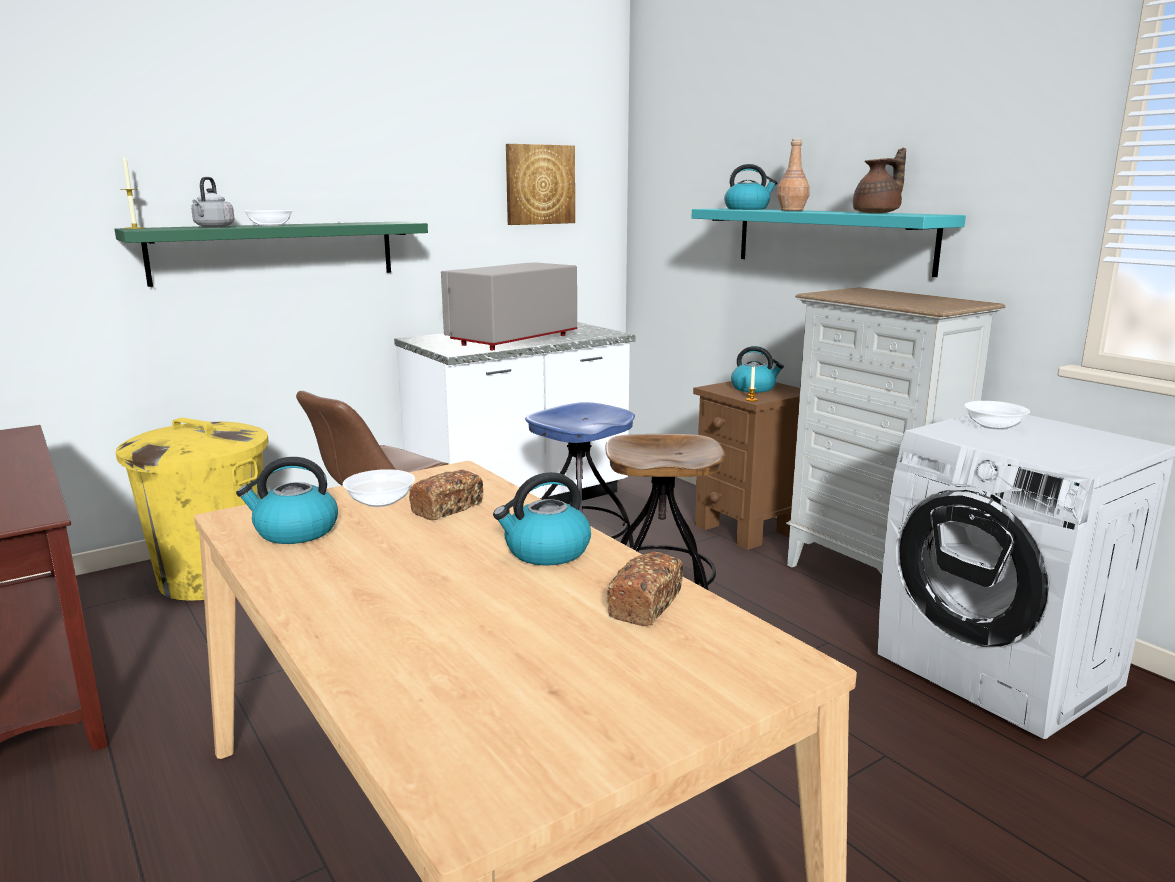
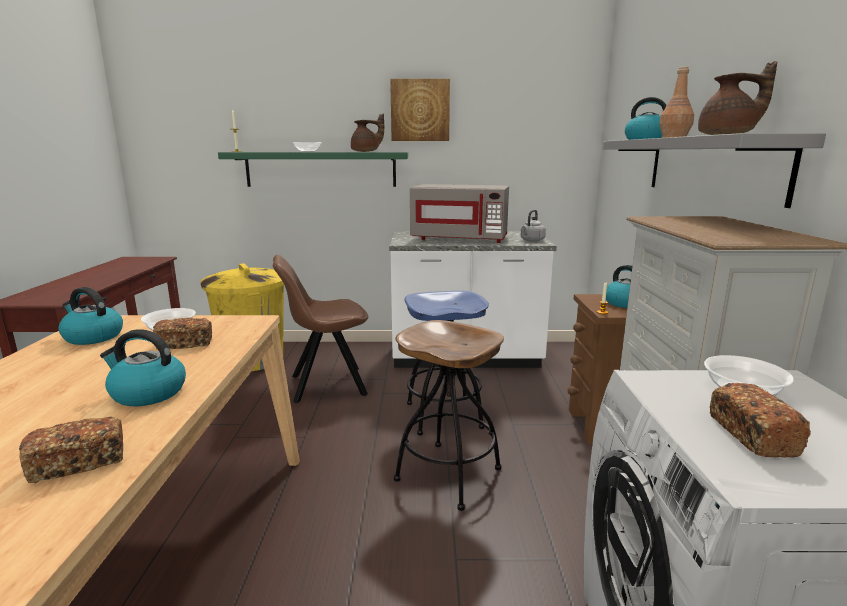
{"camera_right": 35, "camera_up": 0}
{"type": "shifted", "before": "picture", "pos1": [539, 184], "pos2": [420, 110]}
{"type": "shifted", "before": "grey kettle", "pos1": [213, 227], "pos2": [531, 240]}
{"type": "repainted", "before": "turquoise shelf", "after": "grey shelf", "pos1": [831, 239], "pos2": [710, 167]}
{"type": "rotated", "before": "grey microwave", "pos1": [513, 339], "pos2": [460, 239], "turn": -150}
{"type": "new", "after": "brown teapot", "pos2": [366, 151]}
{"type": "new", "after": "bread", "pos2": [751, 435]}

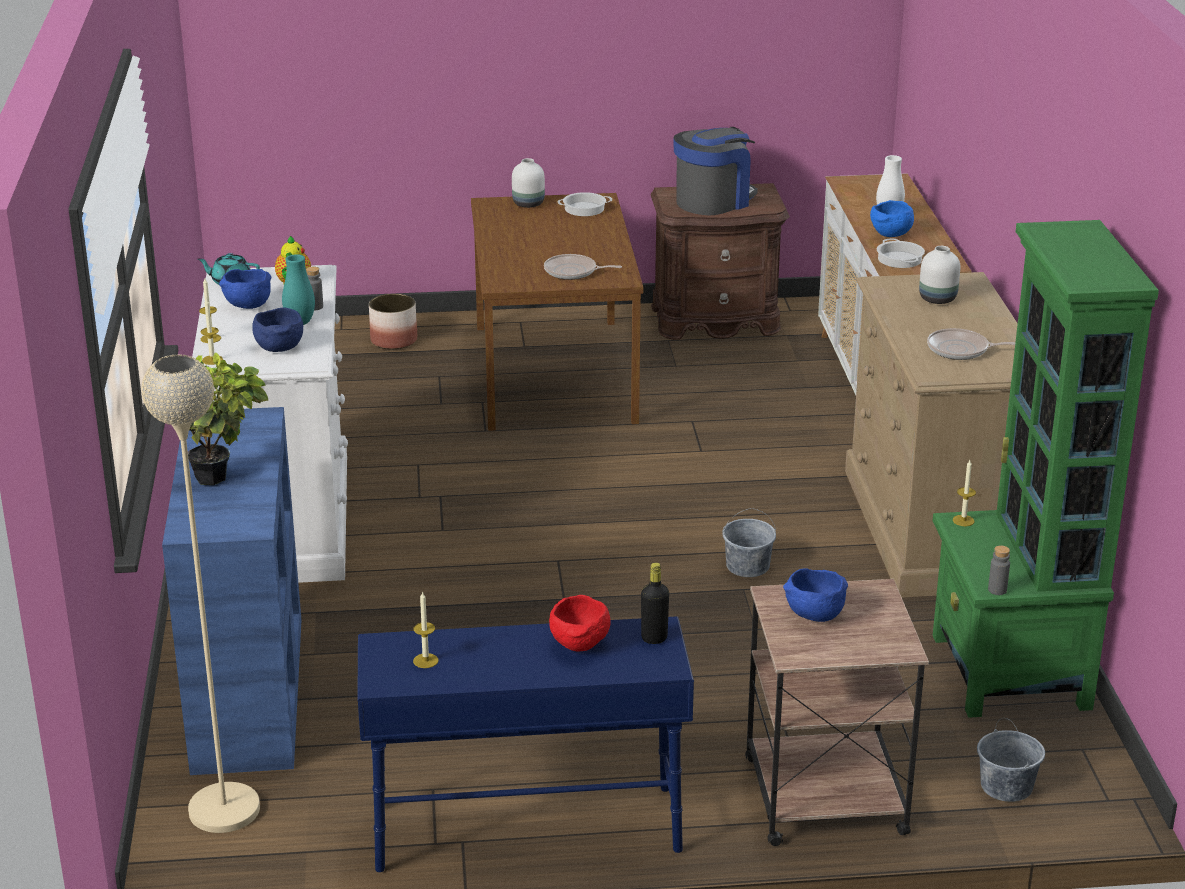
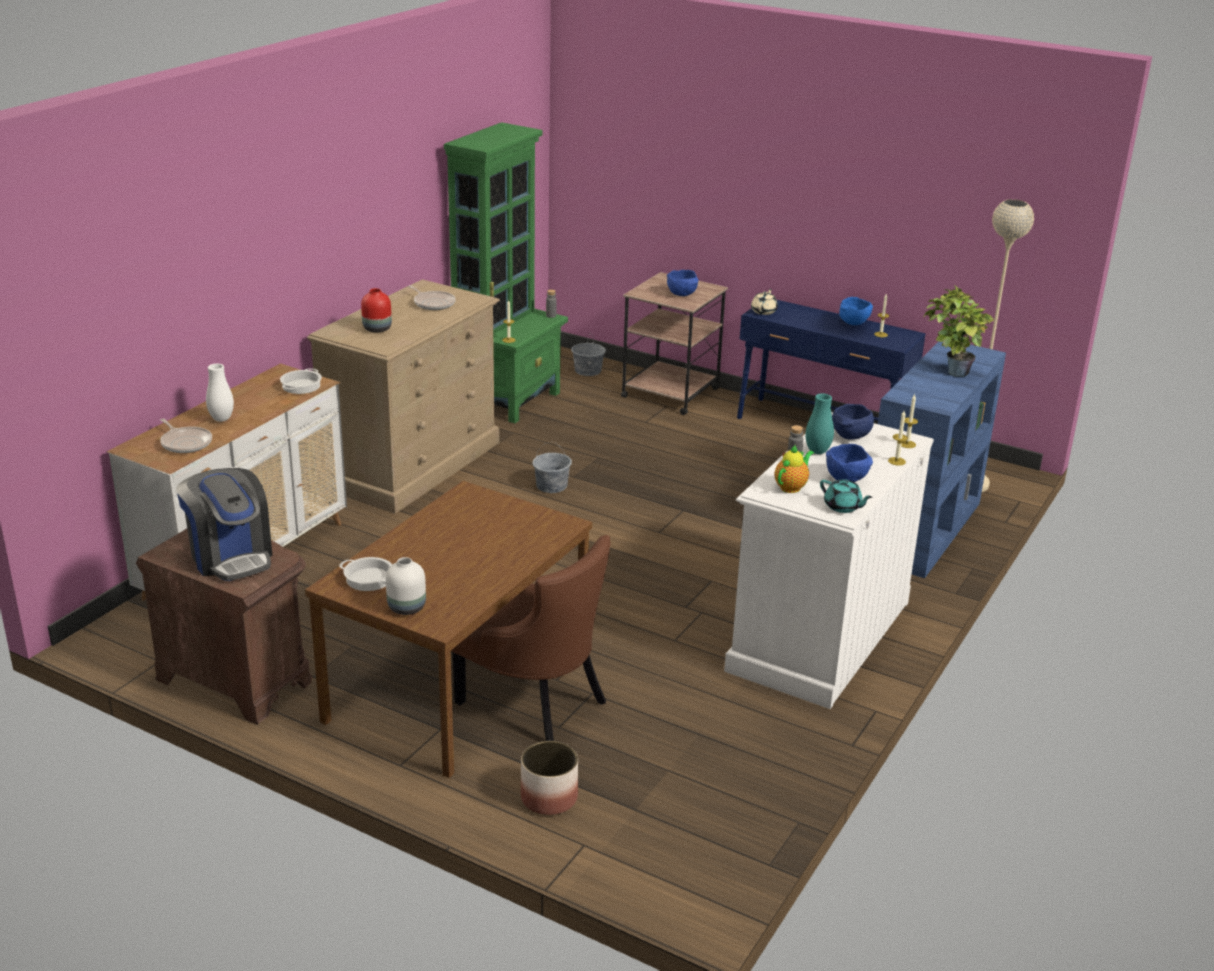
{"camera_right": -145, "camera_up": 0}
{"type": "rotated", "before": "coffee machine", "pos1": [713, 201], "pos2": [231, 556], "turn": -120}
{"type": "shifted", "before": "blue bowl", "pos1": [890, 235], "pos2": [854, 323]}
{"type": "repainted", "before": "white vase", "after": "red vase", "pos1": [938, 299], "pos2": [377, 329]}
{"type": "shifted", "before": "frying pan", "pos1": [573, 272], "pos2": [185, 443]}
{"type": "swapped", "before": "black bottle", "after": "beige teapot", "pos1": [654, 638], "pos2": [764, 311]}
{"type": "gone", "before": "red bowl", "pos1": [580, 645]}
{"type": "new", "after": "brown chair", "pos2": [531, 701]}

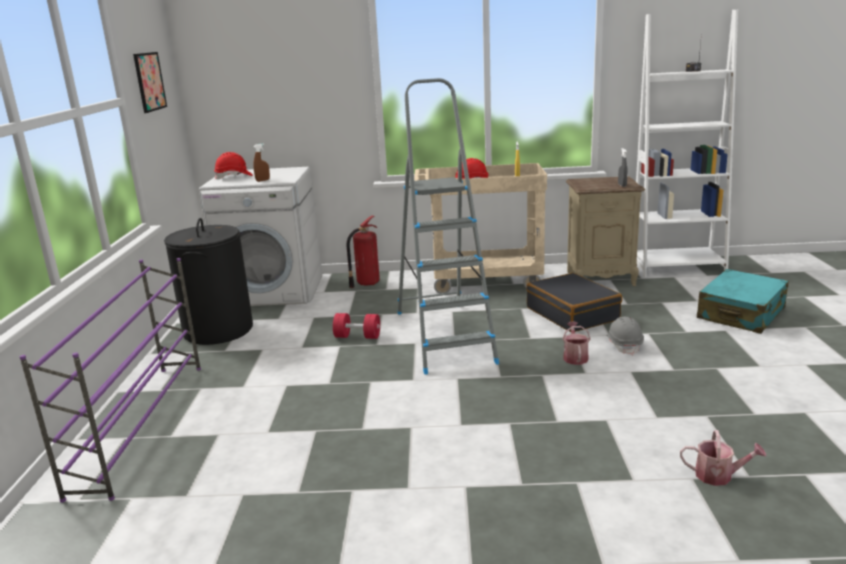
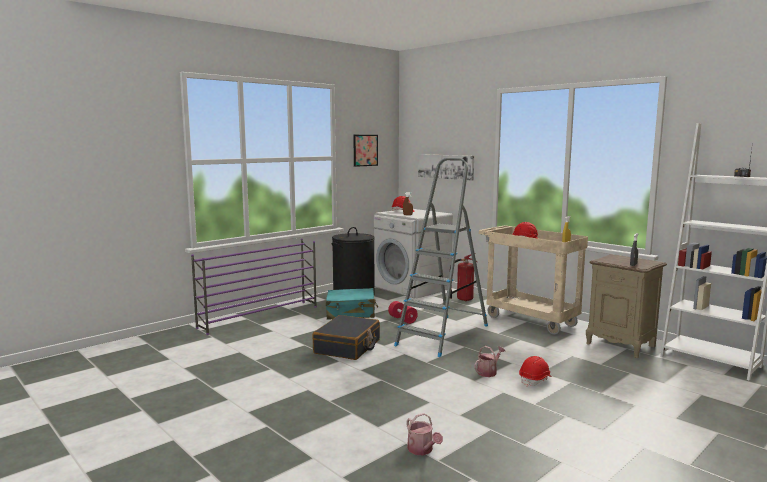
{"camera_right": 45, "camera_up": -10}
{"type": "shifted", "before": "turquoise suitcase", "pos1": [741, 314], "pos2": [351, 313]}
{"type": "shifted", "before": "black suitcase", "pos1": [572, 314], "pos2": [348, 347]}
{"type": "repainted", "before": "grey hard hat", "after": "red hard hat", "pos1": [624, 345], "pos2": [535, 380]}
{"type": "new", "after": "picture", "pos2": [446, 166]}

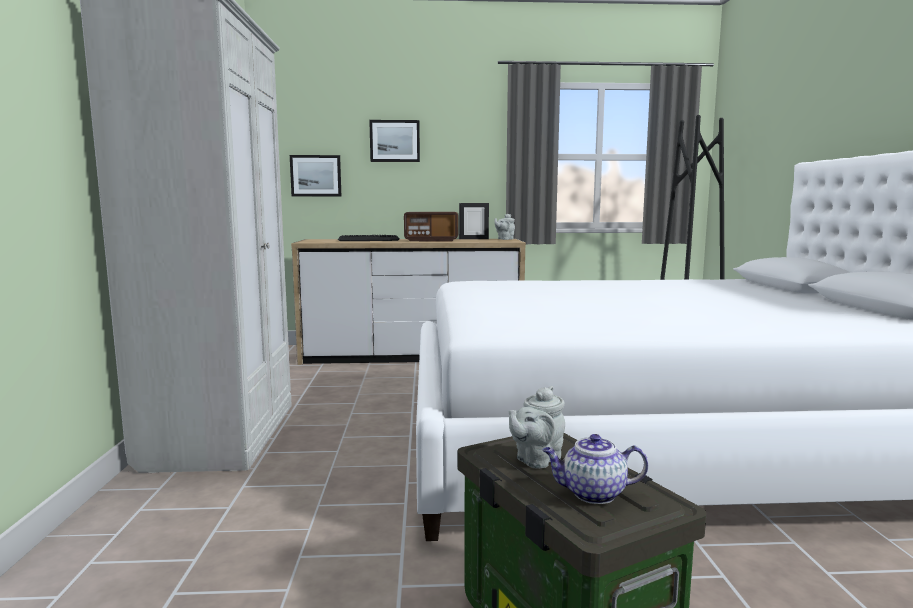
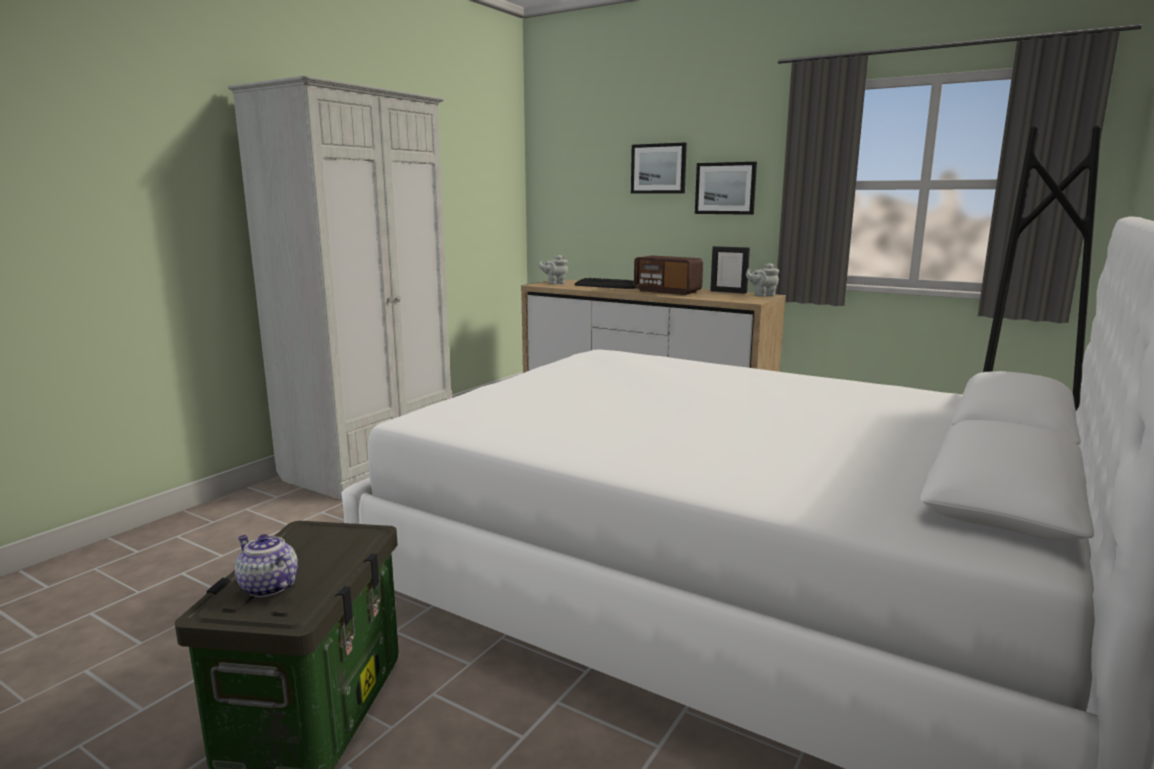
{"camera_right": 35, "camera_up": 5}
{"type": "shifted", "before": "picture", "pos1": [316, 176], "pos2": [725, 188]}
{"type": "shifted", "before": "grey teapot", "pos1": [536, 459], "pos2": [555, 283]}

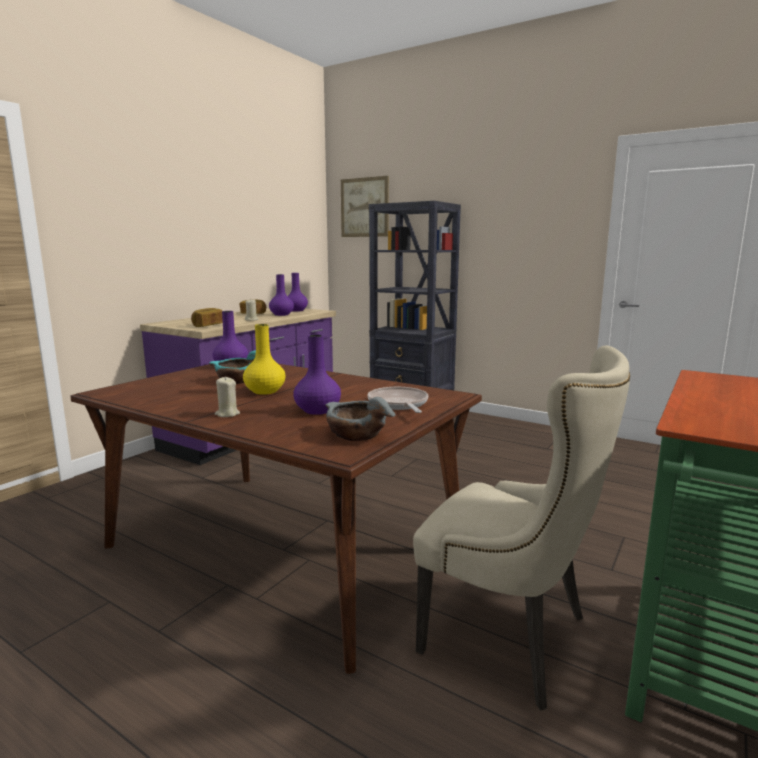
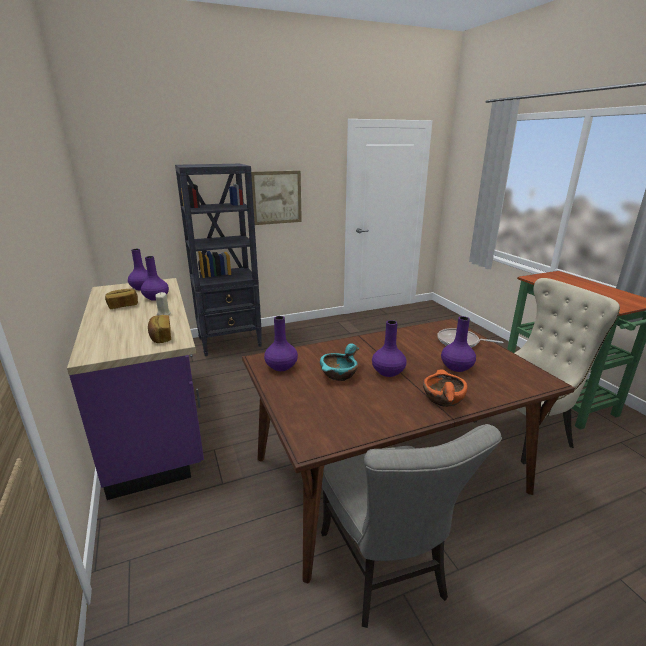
{"camera_right": -55, "camera_up": 10}
{"type": "shifted", "before": "picture", "pos1": [364, 207], "pos2": [276, 197]}
{"type": "repainted", "before": "yellow vase", "after": "purple vase", "pos1": [264, 391], "pos2": [387, 372]}
{"type": "swapped", "before": "beige candle", "after": "orange bowl", "pos1": [227, 414], "pos2": [443, 398]}
{"type": "gone", "before": "grey bowl", "pos1": [356, 434]}
{"type": "new", "after": "grey chair", "pos2": [386, 570]}

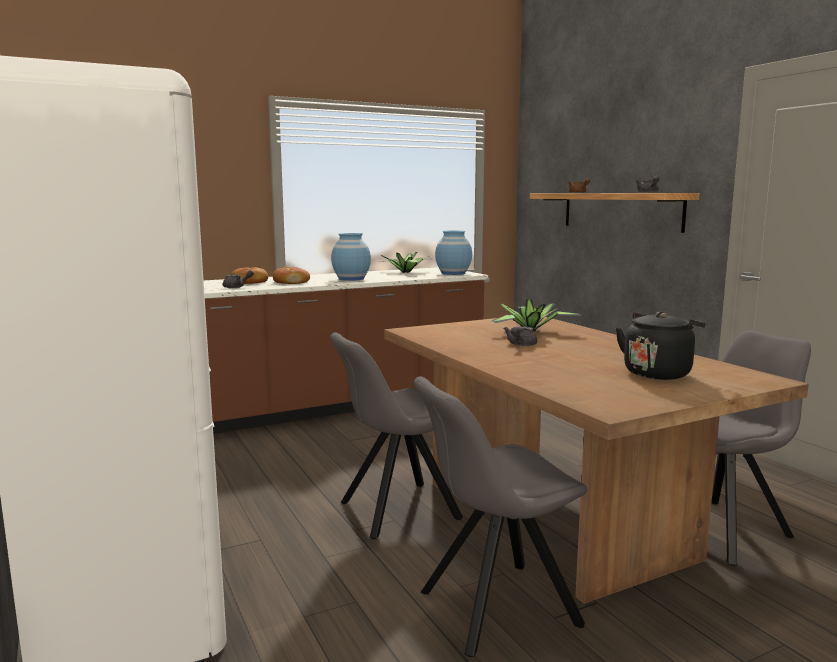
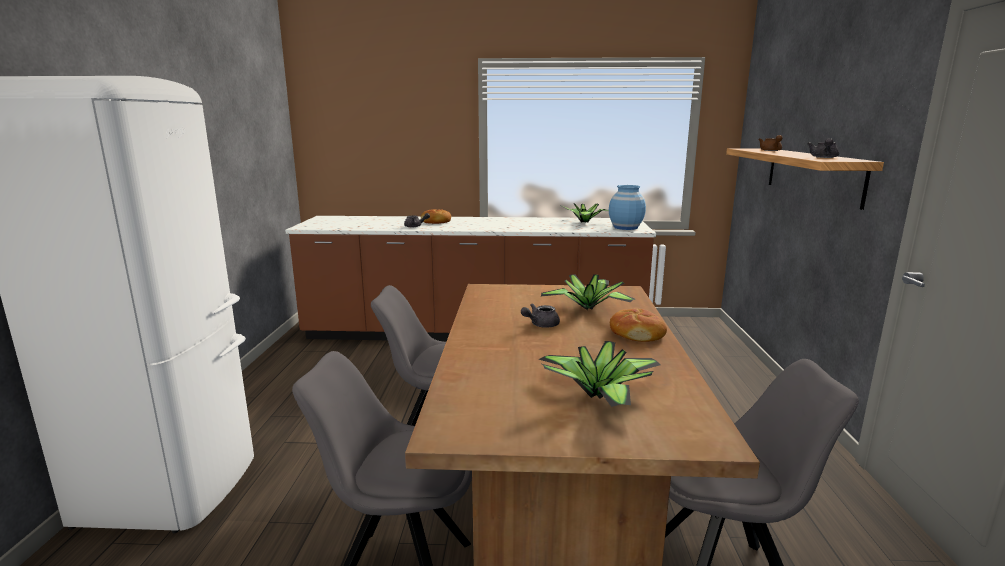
{"camera_right": 30, "camera_up": 5}
{"type": "gone", "before": "blue vase", "pos1": [351, 279]}
{"type": "shifted", "before": "bread", "pos1": [291, 282], "pos2": [636, 333]}
{"type": "swapped", "before": "black kettle", "after": "potted plant", "pos1": [658, 373], "pos2": [599, 395]}

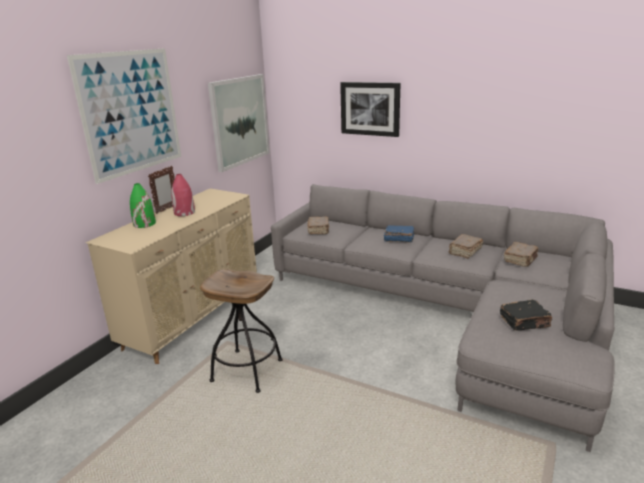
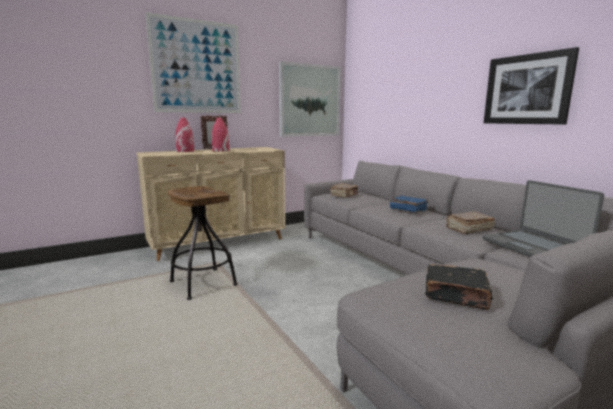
{"camera_right": 30, "camera_up": -10}
{"type": "shifted", "before": "picture", "pos1": [370, 108], "pos2": [527, 89]}
{"type": "repainted", "before": "green vase", "after": "red vase", "pos1": [144, 224], "pos2": [185, 151]}
{"type": "swapped", "before": "brown book", "after": "laptop", "pos1": [520, 260], "pos2": [534, 247]}

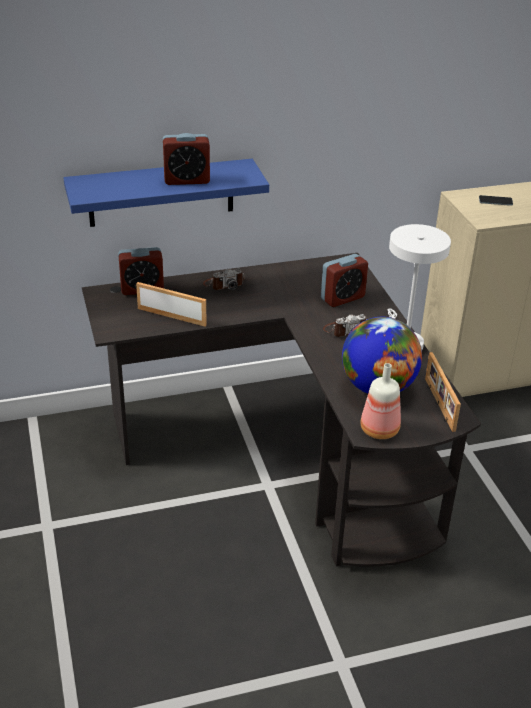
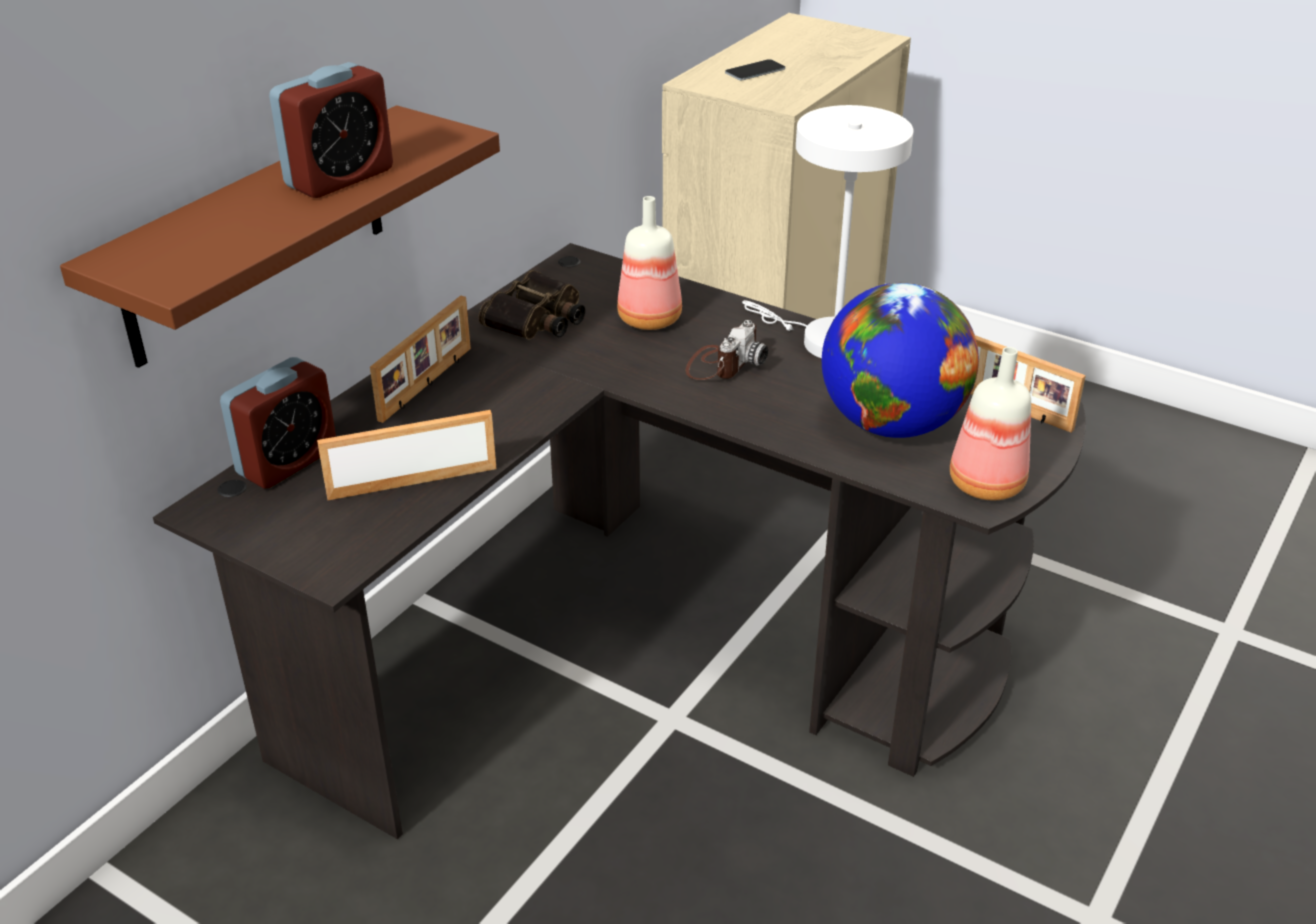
{"camera_right": -40, "camera_up": 0}
{"type": "repainted", "before": "blue shelf", "after": "brown shelf", "pos1": [161, 193], "pos2": [256, 236]}
{"type": "swapped", "before": "alarm clock", "after": "bottle", "pos1": [342, 298], "pos2": [648, 318]}
{"type": "swapped", "before": "photo camera", "after": "picture frame", "pos1": [224, 284], "pos2": [427, 384]}
{"type": "new", "after": "binoculars", "pos2": [538, 319]}

